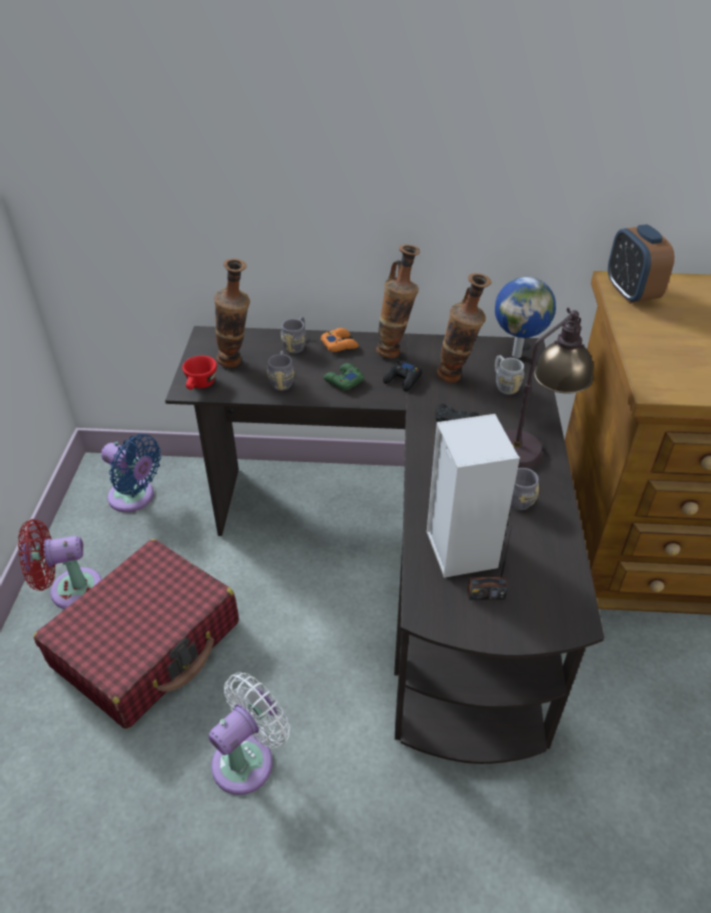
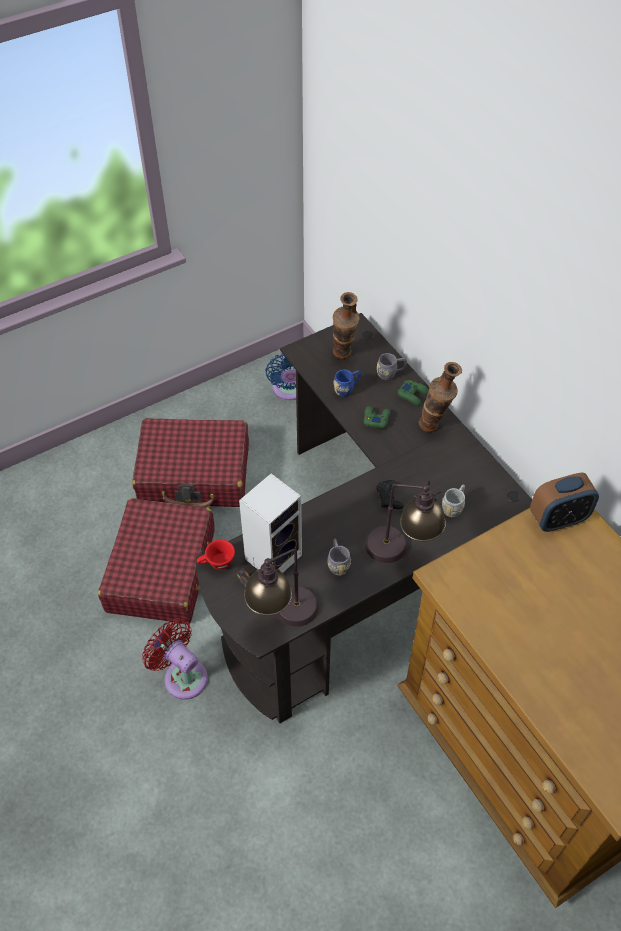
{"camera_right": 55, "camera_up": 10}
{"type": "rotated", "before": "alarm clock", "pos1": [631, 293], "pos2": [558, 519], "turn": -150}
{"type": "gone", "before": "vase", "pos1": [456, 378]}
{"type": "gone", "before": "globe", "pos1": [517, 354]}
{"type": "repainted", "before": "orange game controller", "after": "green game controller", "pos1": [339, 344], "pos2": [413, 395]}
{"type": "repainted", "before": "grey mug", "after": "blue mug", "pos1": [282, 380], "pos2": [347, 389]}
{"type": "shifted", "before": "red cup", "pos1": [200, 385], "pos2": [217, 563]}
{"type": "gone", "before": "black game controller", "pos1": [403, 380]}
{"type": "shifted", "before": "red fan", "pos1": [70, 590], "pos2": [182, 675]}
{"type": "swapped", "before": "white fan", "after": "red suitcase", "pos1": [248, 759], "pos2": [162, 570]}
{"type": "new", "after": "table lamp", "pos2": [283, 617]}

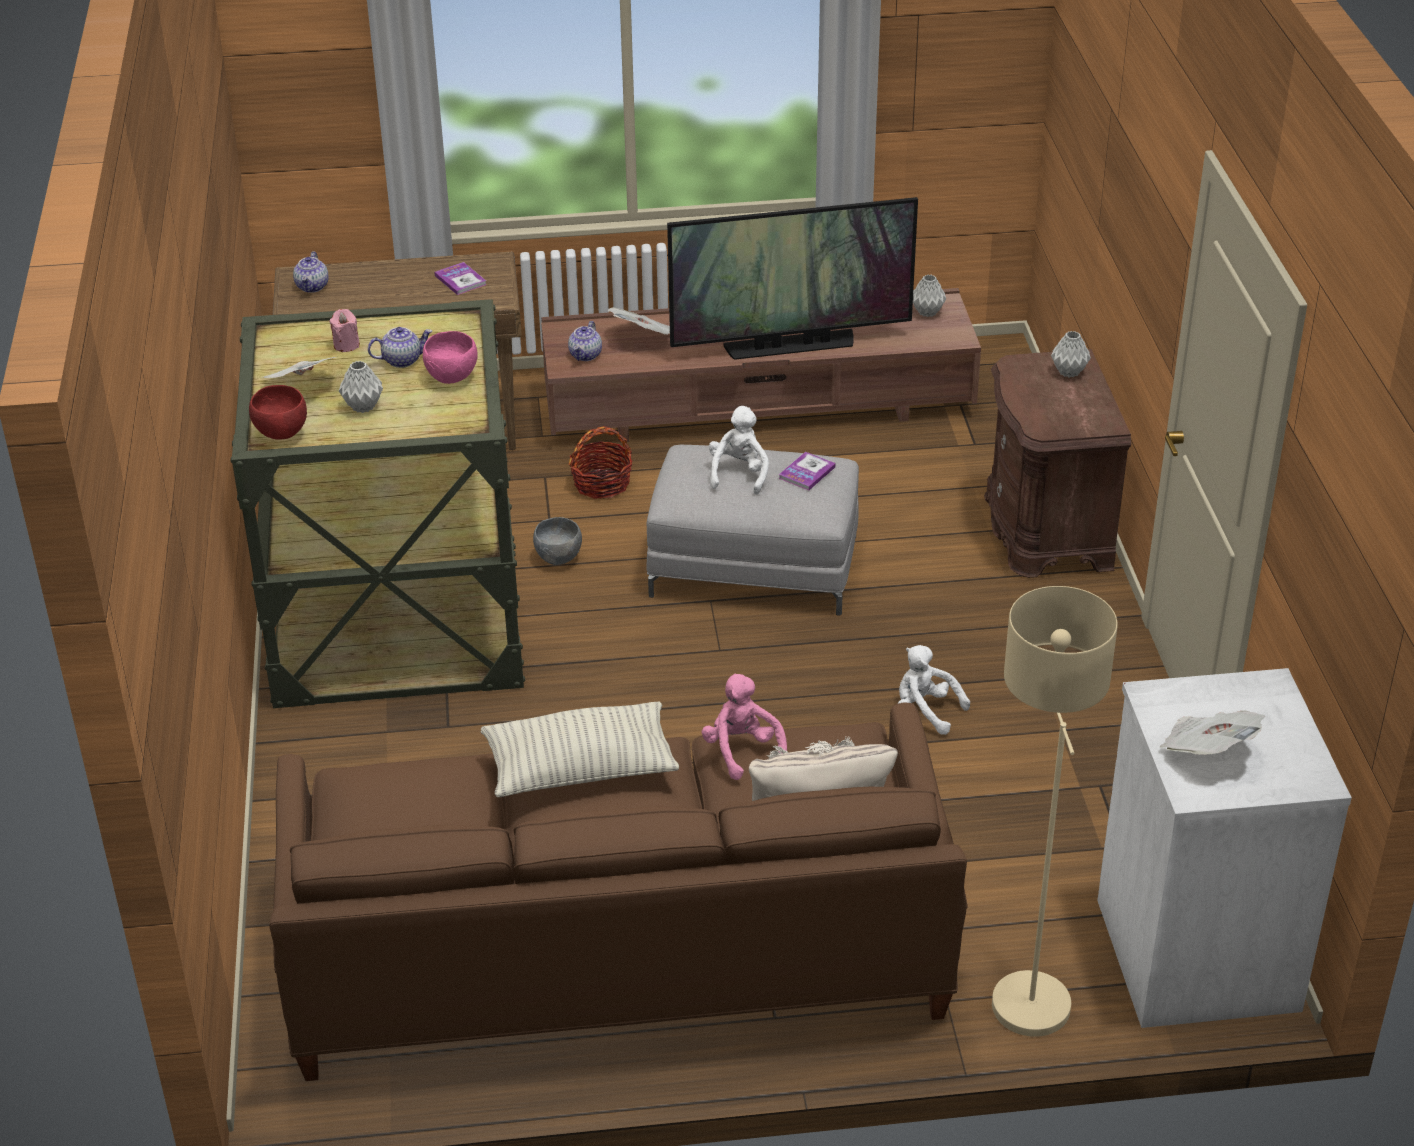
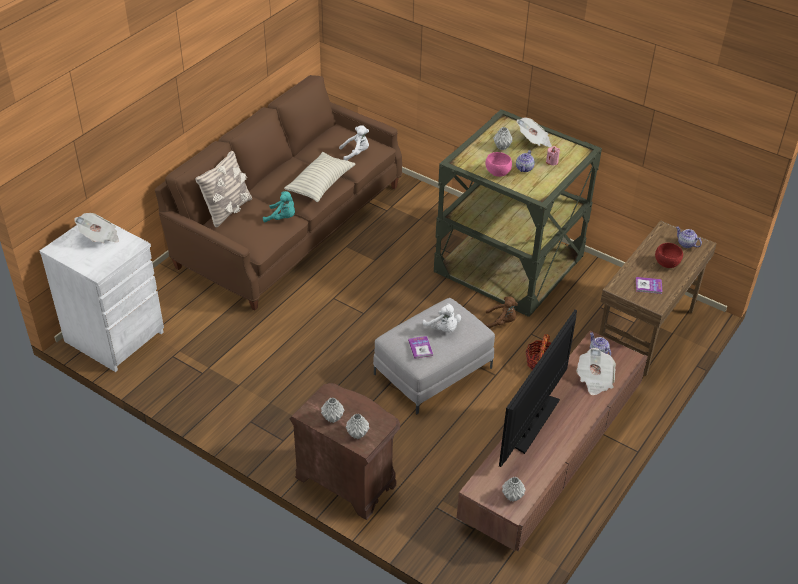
{"camera_right": 130, "camera_up": 5}
{"type": "shifted", "before": "red bowl", "pos1": [281, 433], "pos2": [666, 264]}
{"type": "swapped", "before": "grey bowl", "after": "brown plush toy", "pos1": [559, 557], "pos2": [501, 322]}
{"type": "gone", "before": "beige floor lamp", "pos1": [1025, 988]}
{"type": "shifted", "before": "white plush toy", "pos1": [925, 711], "pos2": [356, 153]}
{"type": "repainted", "before": "pink plush toy", "after": "turquoise plush toy", "pos1": [742, 751], "pos2": [282, 218]}
{"type": "new", "after": "grey vase", "pos2": [333, 418]}

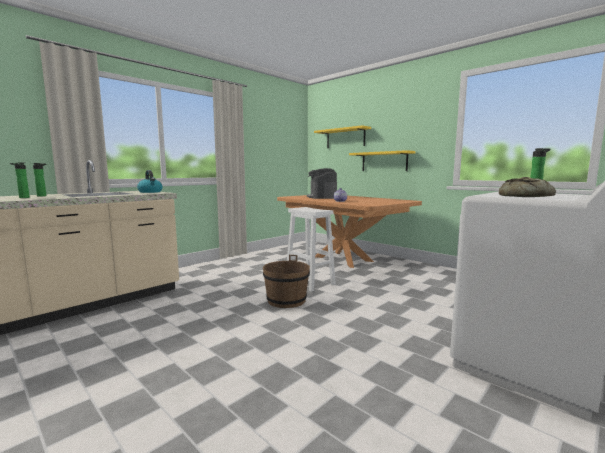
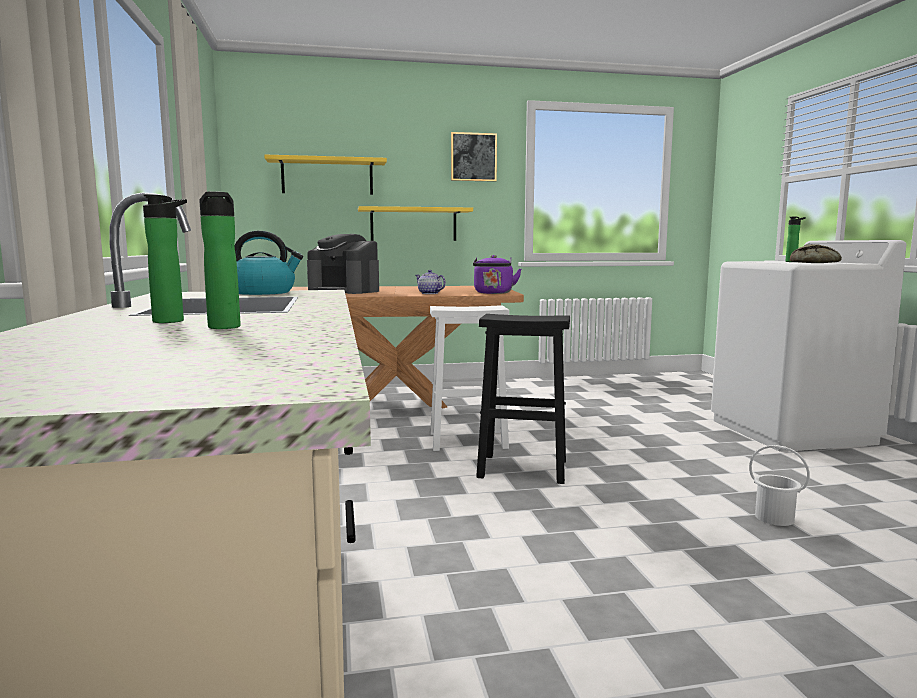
{"camera_right": -55, "camera_up": 0}
{"type": "swapped", "before": "brown bucket", "after": "black stool", "pos1": [286, 300], "pos2": [524, 469]}
{"type": "new", "after": "picture", "pos2": [473, 157]}
{"type": "new", "after": "purple kettle", "pos2": [493, 293]}
{"type": "new", "after": "white bucket", "pos2": [774, 517]}

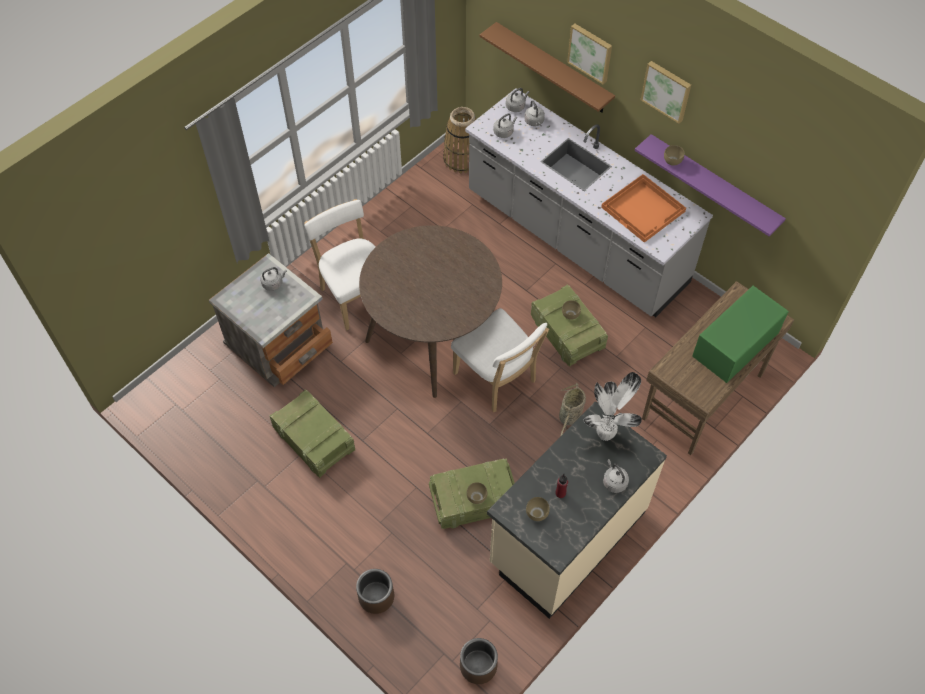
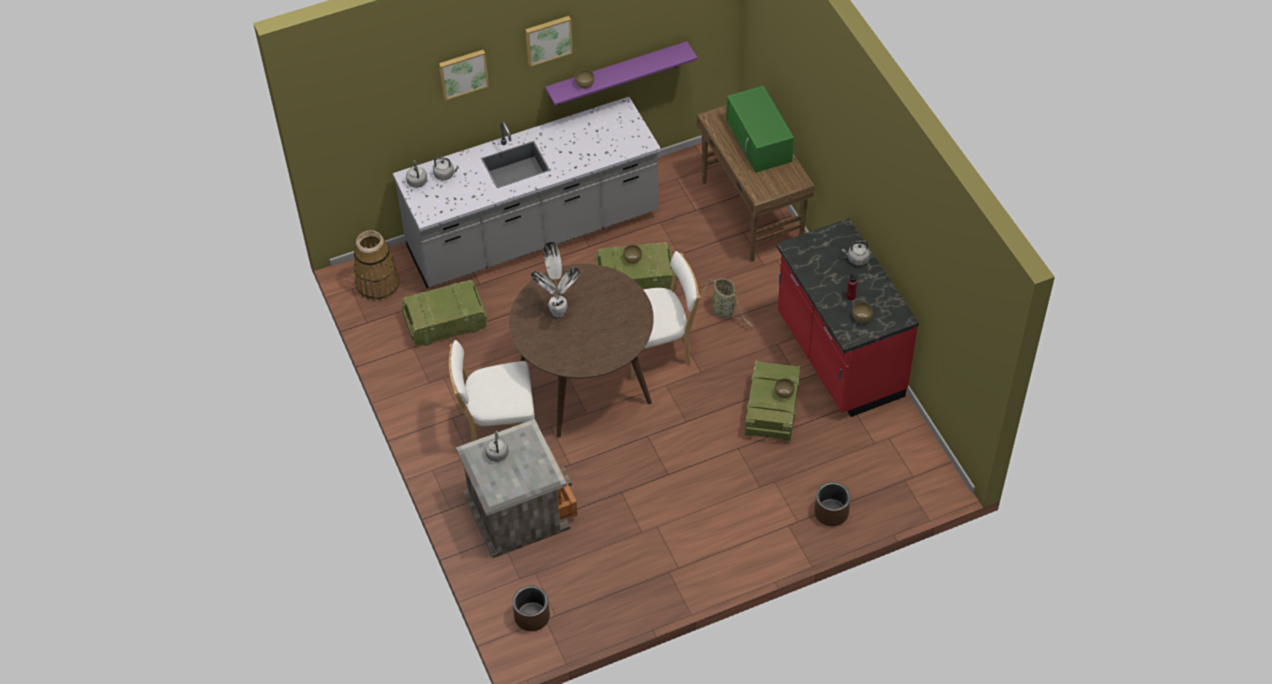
{"camera_right": -65, "camera_up": -5}
{"type": "gone", "before": "brown shelf", "pos1": [553, 69]}
{"type": "gone", "before": "grey kettle", "pos1": [504, 132]}
{"type": "gone", "before": "orange tray", "pos1": [644, 209]}
{"type": "shifted", "before": "potted plant", "pos1": [607, 433], "pos2": [558, 311]}
{"type": "shifted", "before": "crate", "pos1": [313, 440], "pos2": [444, 323]}
{"type": "repainted", "before": "beige counter", "after": "red counter", "pos1": [566, 537], "pos2": [838, 357]}
{"type": "shifted", "before": "brown planter", "pos1": [478, 666], "pos2": [532, 616]}

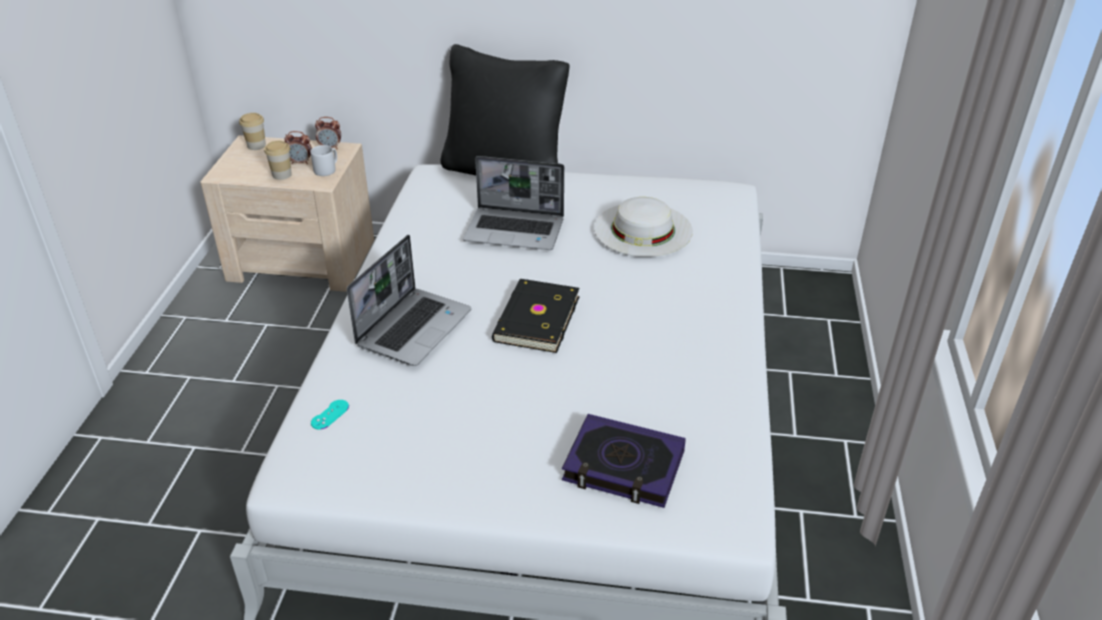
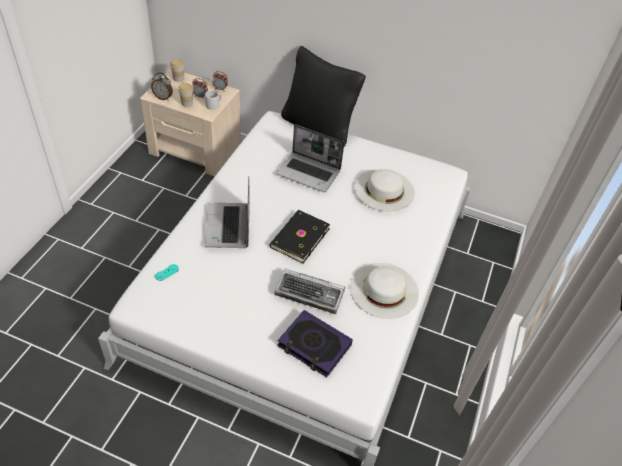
{"camera_right": 10, "camera_up": 10}
{"type": "rotated", "before": "laptop", "pos1": [414, 327], "pos2": [229, 227], "turn": 135}
{"type": "new", "after": "alarm clock", "pos2": [163, 97]}
{"type": "new", "after": "white hat", "pos2": [384, 290]}
{"type": "new", "after": "keyboard", "pos2": [310, 294]}

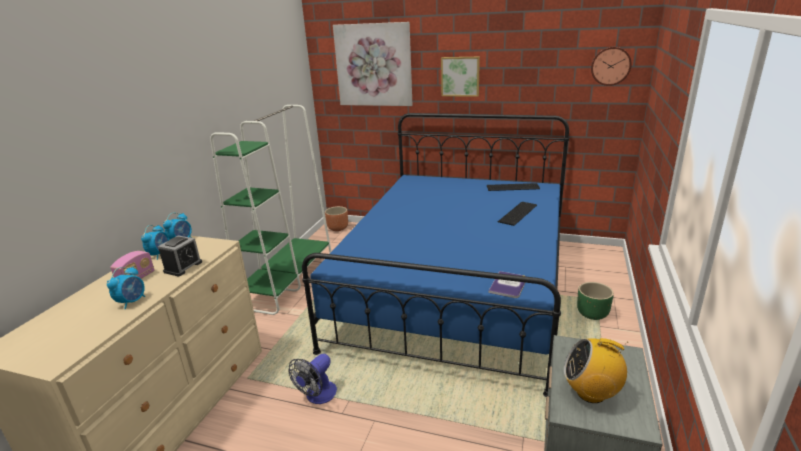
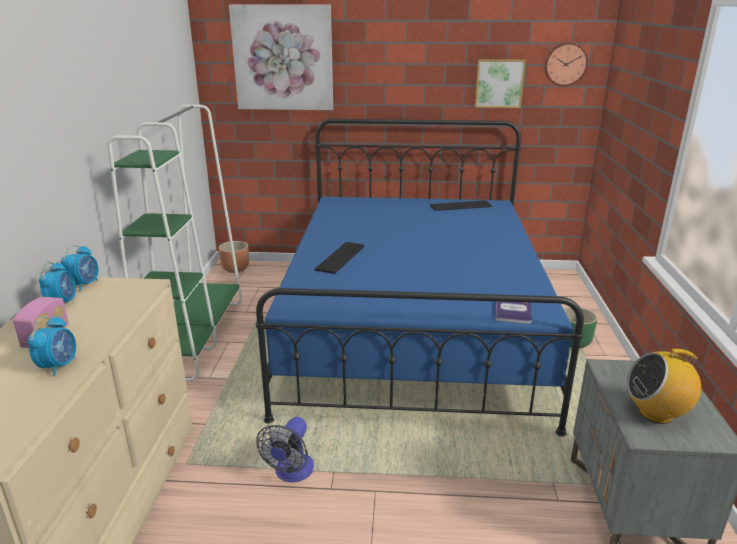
{"camera_right": -15, "camera_up": 0}
{"type": "shifted", "before": "picture", "pos1": [460, 76], "pos2": [499, 83]}
{"type": "shifted", "before": "keyboard", "pos1": [519, 213], "pos2": [342, 257]}
{"type": "gone", "before": "alarm clock", "pos1": [183, 267]}

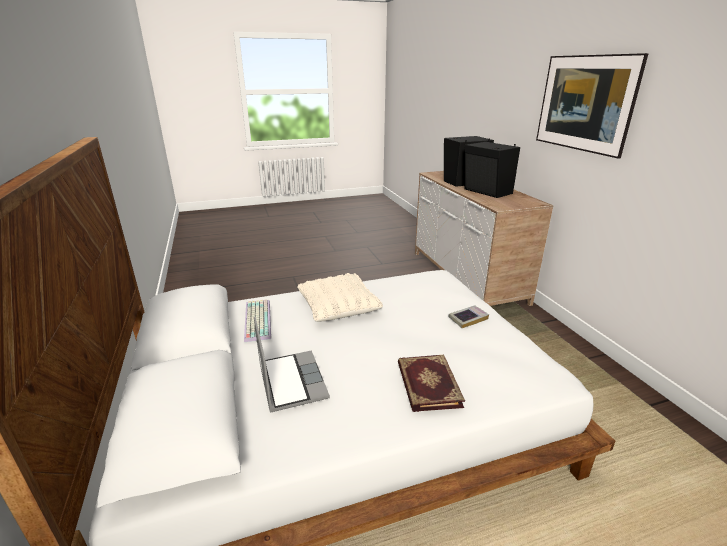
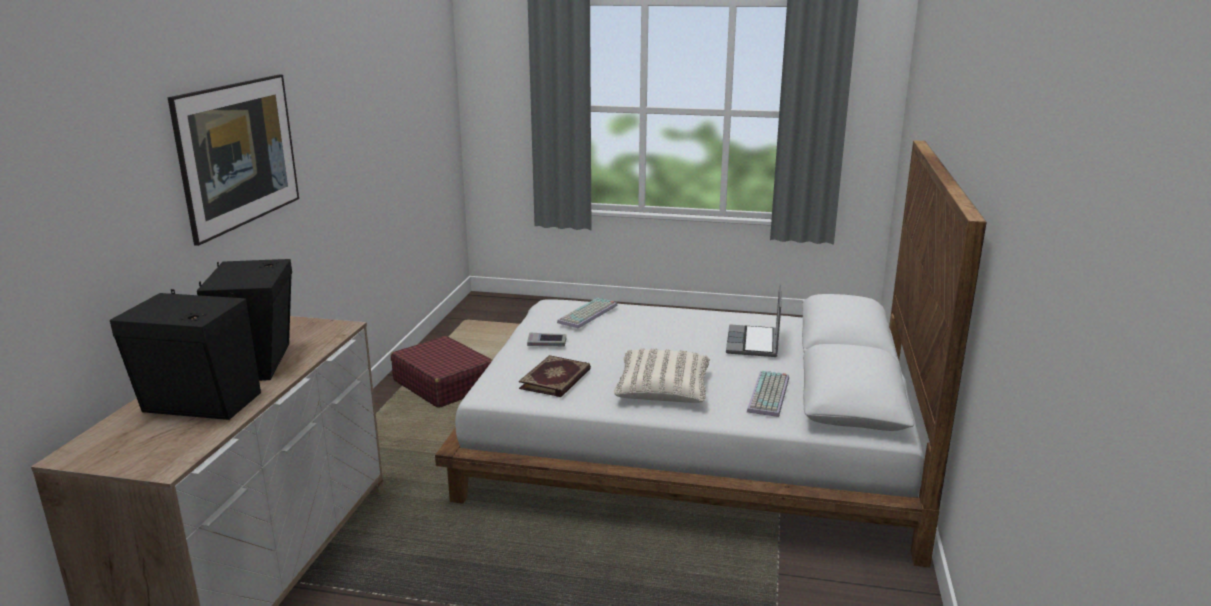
{"camera_right": -150, "camera_up": -5}
{"type": "shifted", "before": "book", "pos1": [427, 384], "pos2": [556, 379]}
{"type": "new", "after": "keyboard", "pos2": [588, 314]}
{"type": "new", "after": "red suitcase", "pos2": [443, 384]}

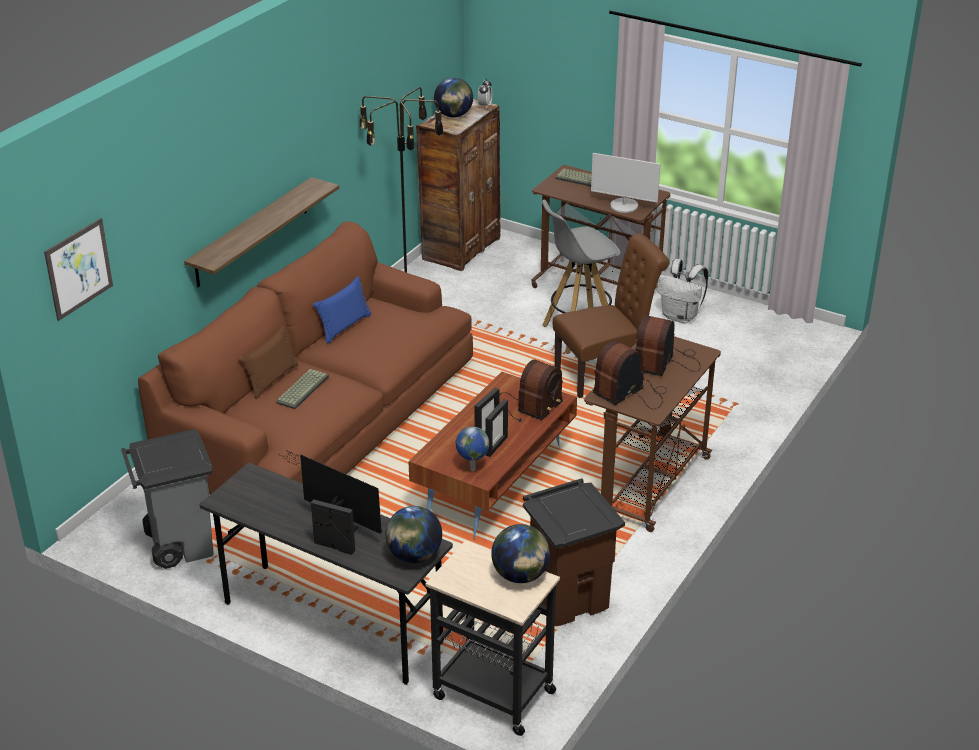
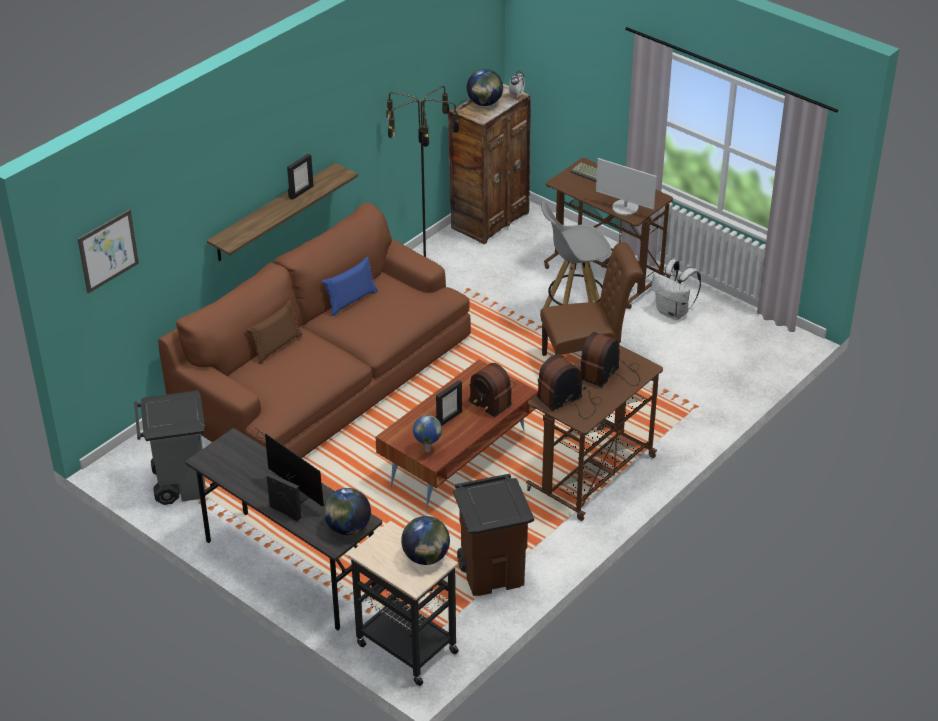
{"camera_right": 10, "camera_up": 5}
{"type": "rotated", "before": "radio", "pos1": [527, 407], "pos2": [491, 396], "turn": 90}
{"type": "gone", "before": "keyboard", "pos1": [302, 389]}
{"type": "shifted", "before": "picture frame", "pos1": [496, 446], "pos2": [301, 192]}

